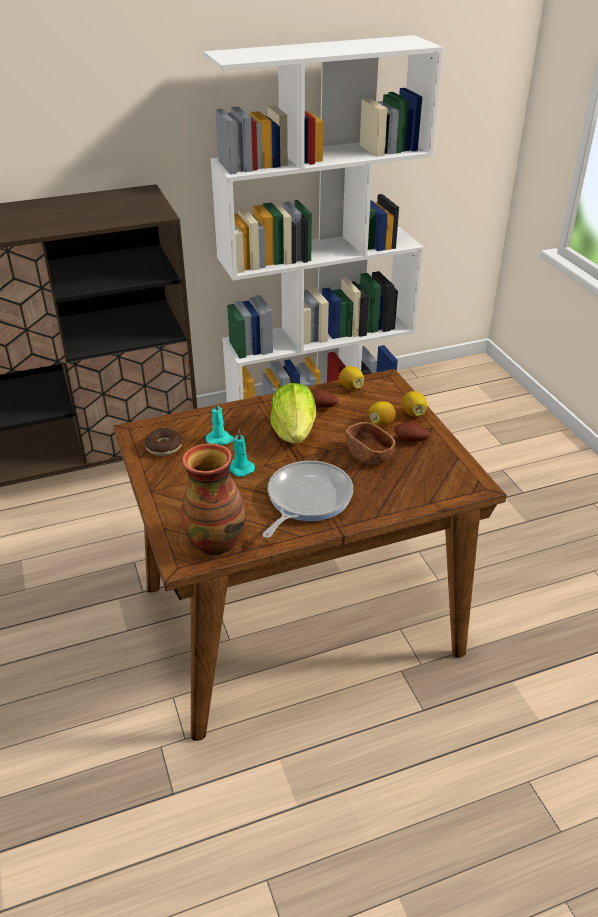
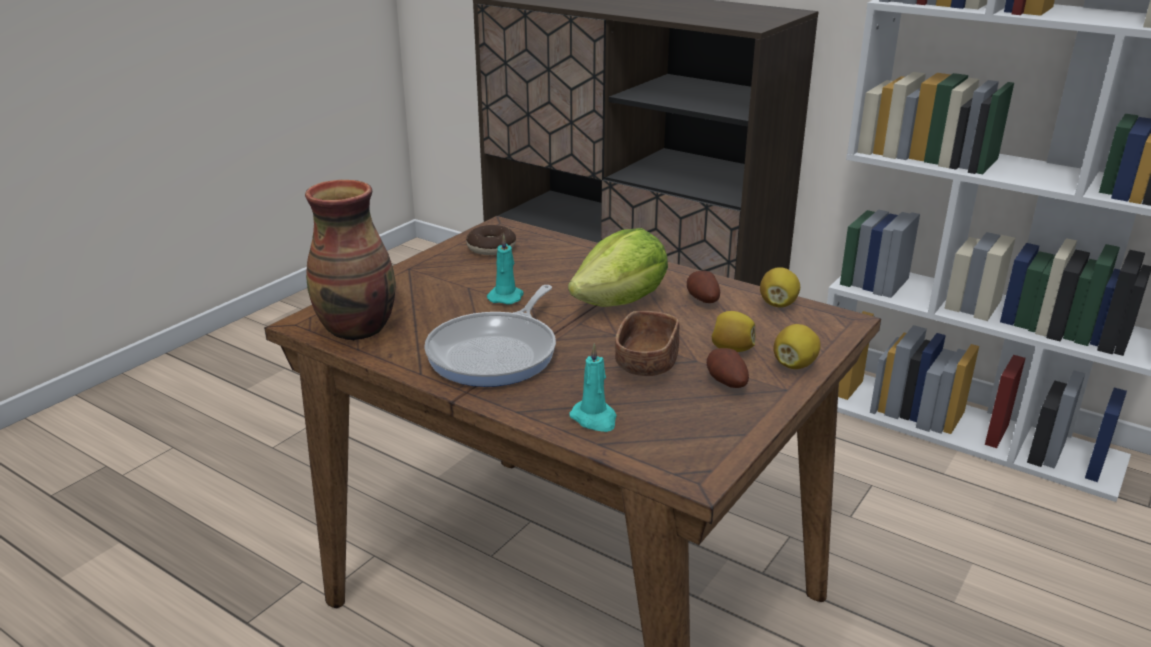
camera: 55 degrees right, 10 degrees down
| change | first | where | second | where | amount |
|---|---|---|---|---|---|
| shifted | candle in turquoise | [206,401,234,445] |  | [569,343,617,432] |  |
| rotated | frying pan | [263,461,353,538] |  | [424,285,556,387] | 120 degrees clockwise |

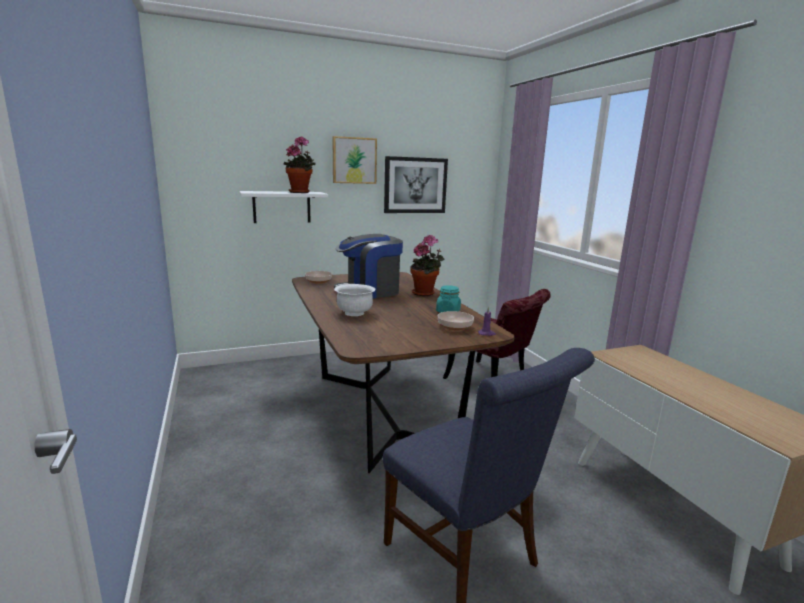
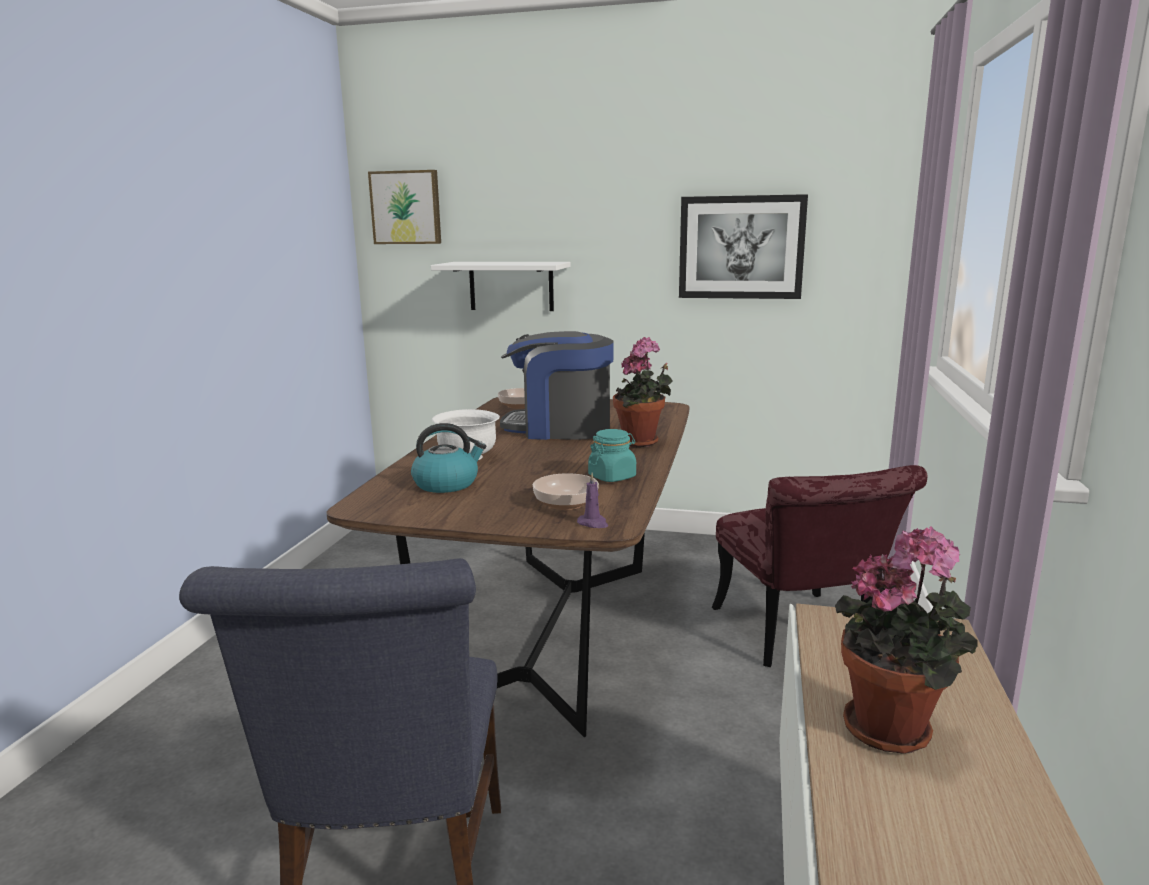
camera: 35 degrees right, 0 degrees up
| change | first | where | second | where | amount |
|---|---|---|---|---|---|
| new |  |  | kettle | [411,423,486,493] |  |
| shifted | potted plant | [283,136,316,193] |  | [835,526,978,754] |  |
| shifted | picture | [332,136,377,184] |  | [368,170,441,244] |  |

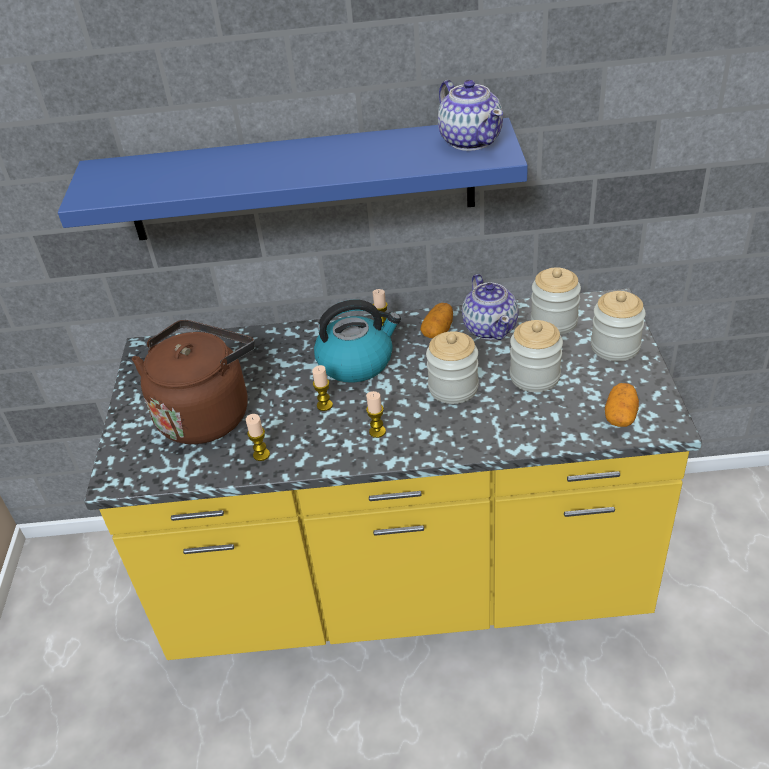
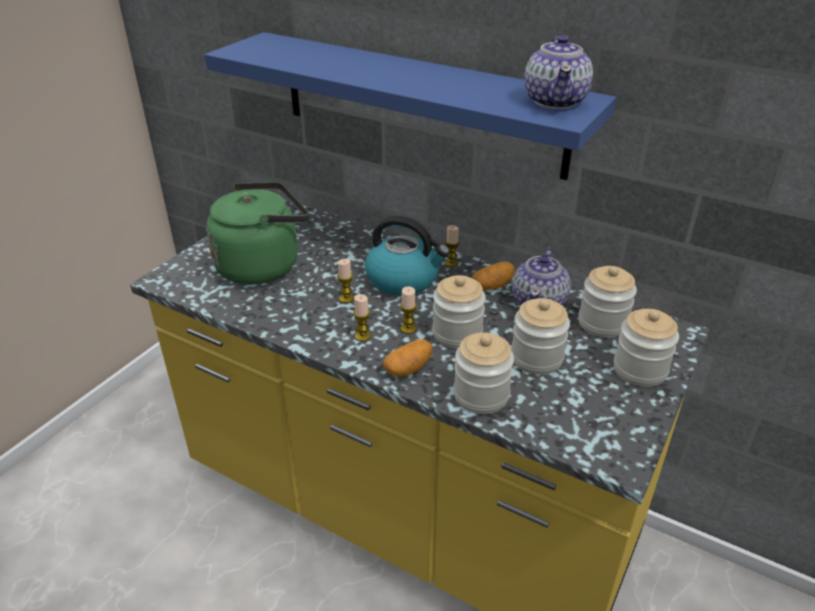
camera: 30 degrees right, 5 degrees down
| change | first | where | second | where | amount |
|---|---|---|---|---|---|
| new |  |  | jar | [454,332,514,414] |  |
| shifted | candle | [246,414,270,461] |  | [400,286,417,334] |  |
| shifted | potato | [605,383,639,427] |  | [383,339,433,377] |  |
| repainted | kettle in brown | [132,320,255,444] | kettle in green | [206,182,309,285] |  |

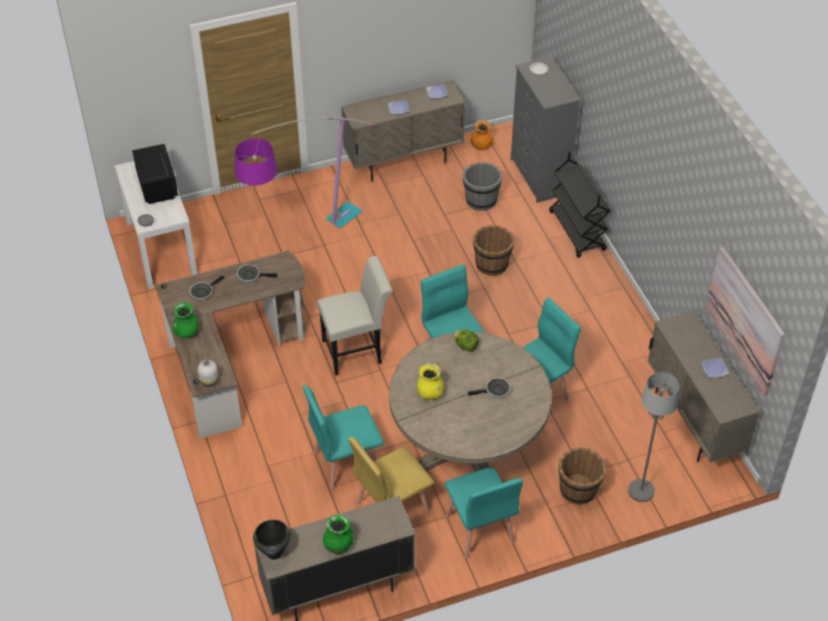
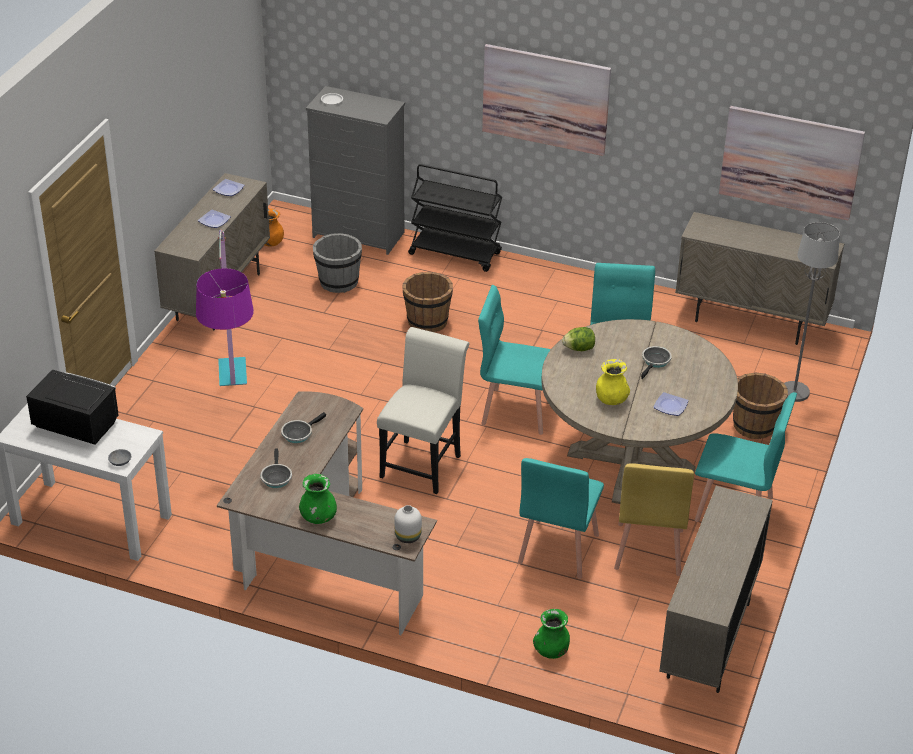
camera: 50 degrees left, 10 degrees down
| change | first | where | second | where | amount |
|---|---|---|---|---|---|
| gone | cooking pot in black | [253,520,290,560] |  |  |  |
| new |  |  | picture | [482,44,611,156] |  |
| shifted | vase in green | [323,514,354,554] |  | [533,609,570,659] |  |
| shifted | plate | [701,357,729,378] |  | [653,392,688,416] |  |

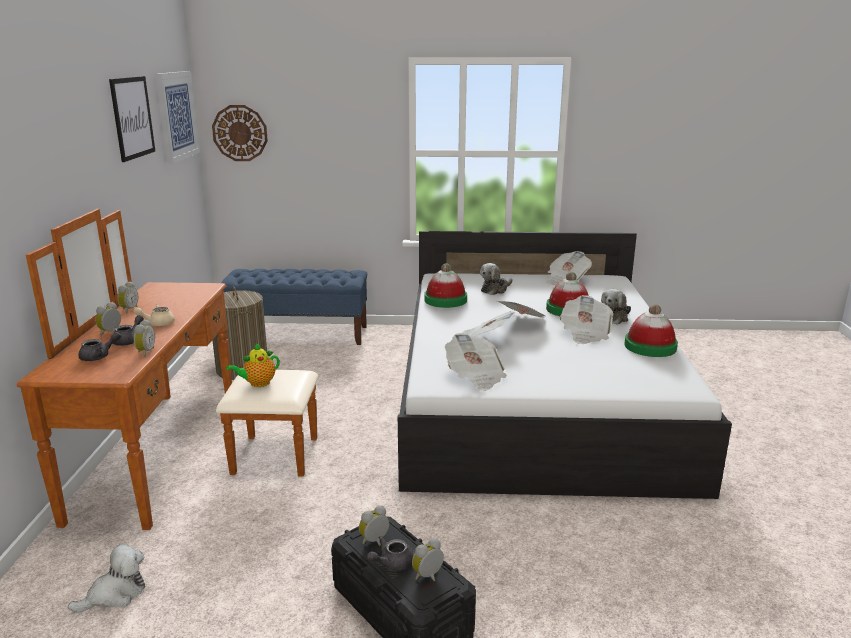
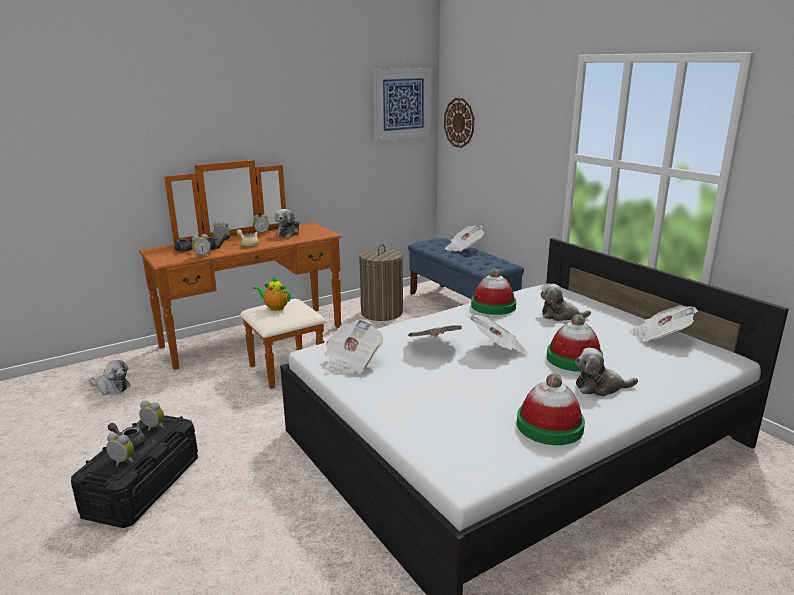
camera: 55 degrees right, 0 degrees up
| change | first | where | second | where | amount |
|---|---|---|---|---|---|
| gone | picture | [109,76,155,162] |  |  |  |
| new |  |  | plush toy | [275,209,299,237] |  |
| shifted | newspaper | [560,295,614,344] |  | [445,225,484,252] |  |

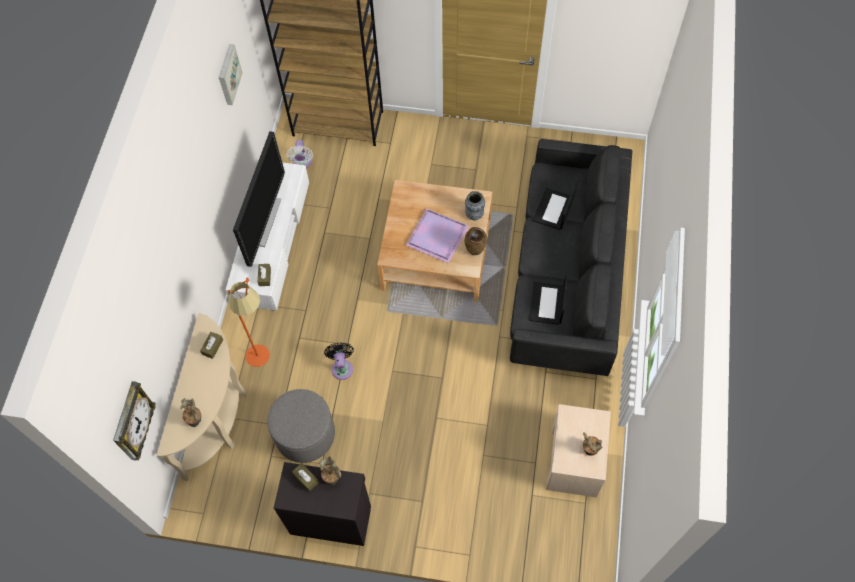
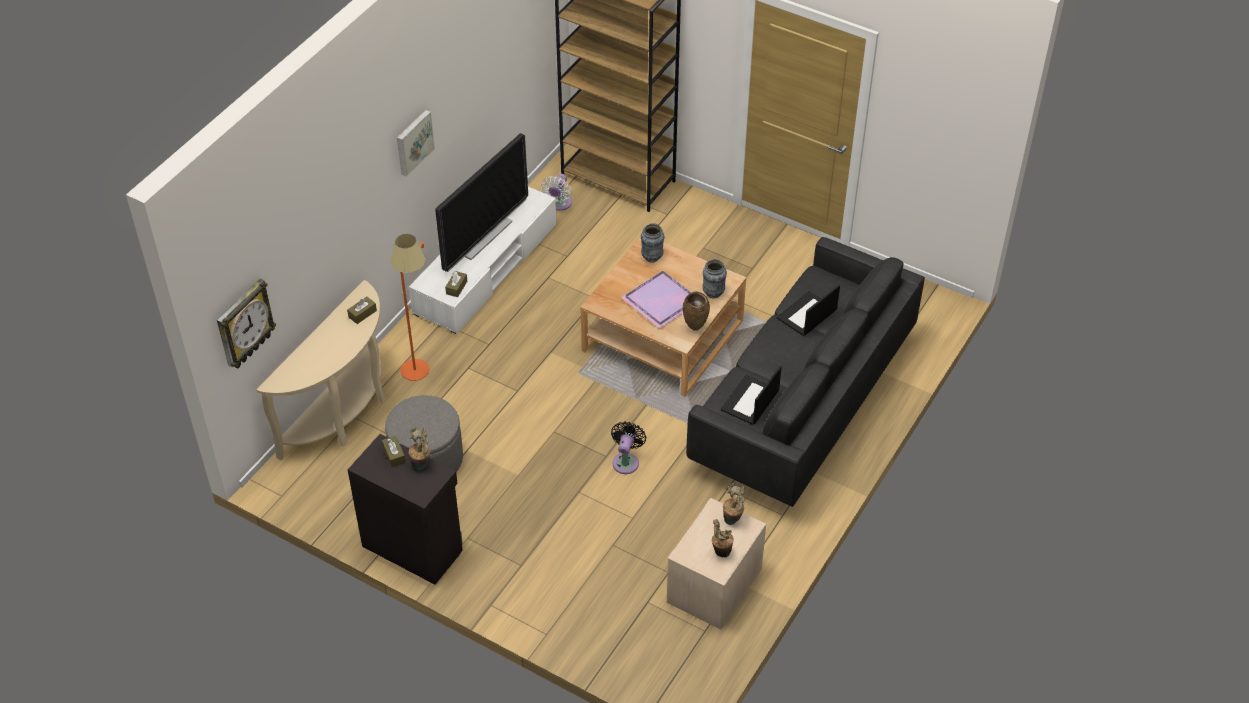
camera: 20 degrees right, 15 degrees down
| change | first | where | second | where | amount |
|---|---|---|---|---|---|
| new |  |  | vase | [641,223,665,263] |  |
| shifted | potted plant | [180,398,201,427] |  | [723,483,745,525] |  |
| shifted | picture | [219,44,243,105] |  | [397,110,435,177] |  |
| shifted | fan in black | [324,342,354,380] |  | [611,421,646,474] |  |

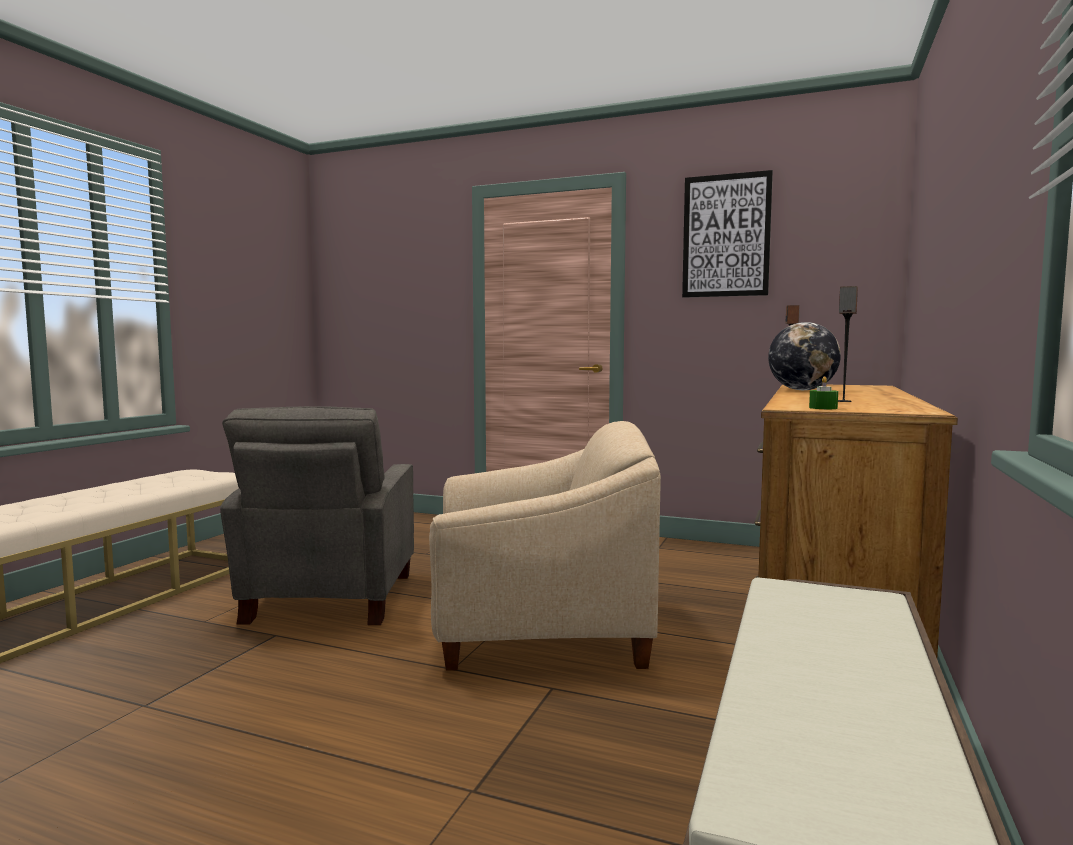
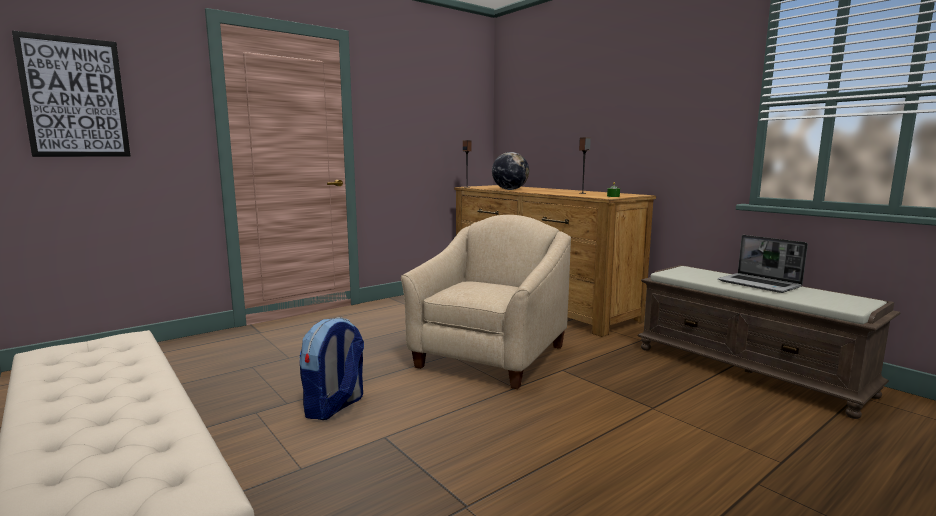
camera: 60 degrees left, 5 degrees up
| change | first | where | second | where | amount |
|---|---|---|---|---|---|
| new |  |  | laptop | [718,235,808,293] |  |
| shifted | picture | [682,170,773,298] |  | [12,30,131,157] |  |
| swapped | armchair in grey | [220,406,414,625] | backpack | [299,317,364,420] |  |

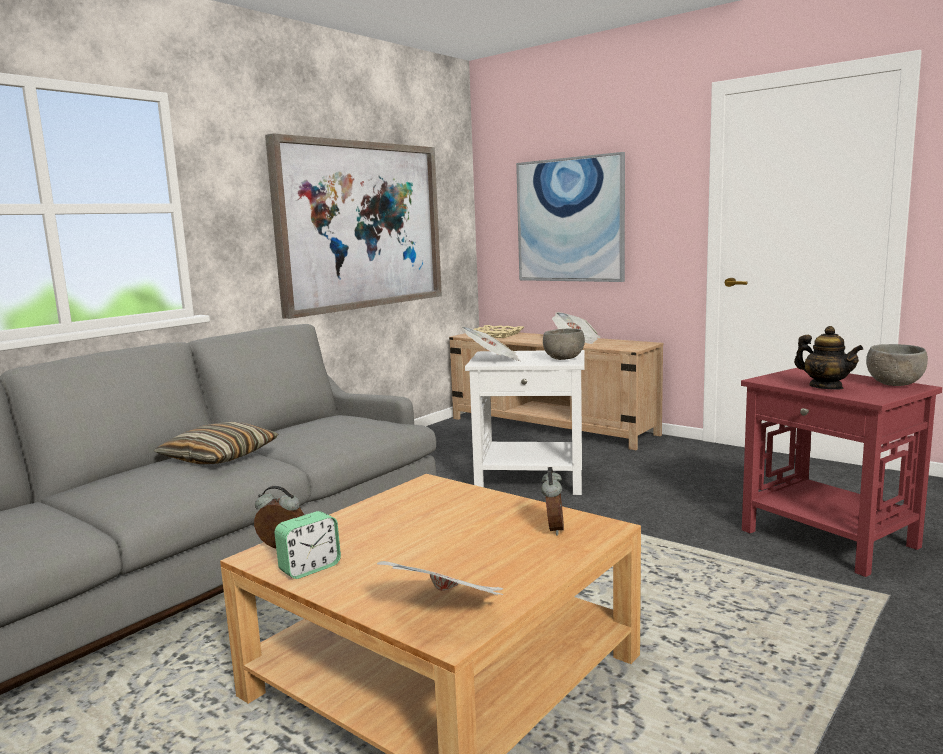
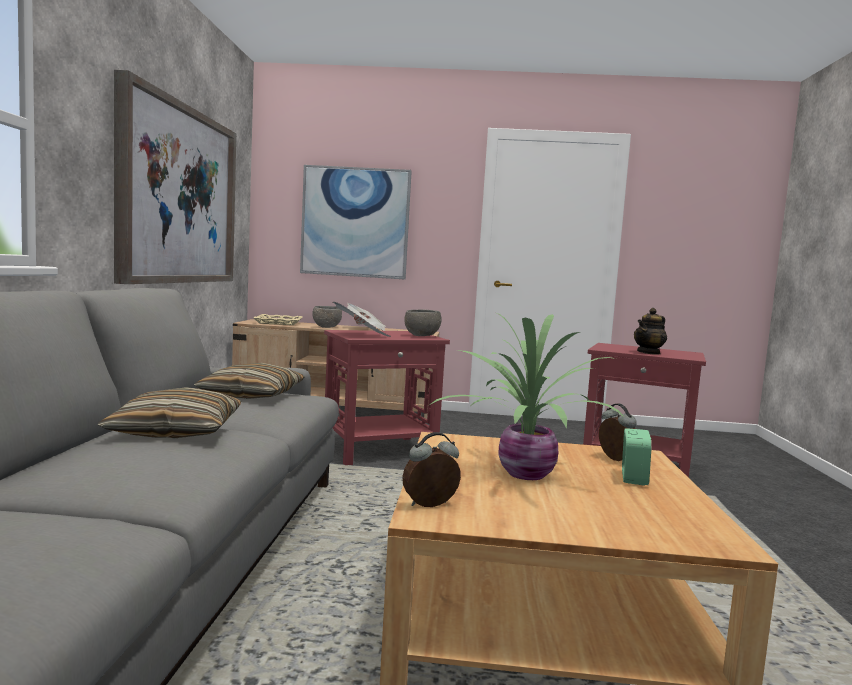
camera: 35 degrees left, 5 degrees down
| change | first | where | second | where | amount |
|---|---|---|---|---|---|
| gone | newspaper | [377,561,503,595] |  |  |  |
| new |  |  | pillow | [194,363,305,399] |  |
| new |  |  | potted plant | [431,313,626,480] |  |
| shifted | alarm clock | [274,511,341,579] |  | [622,428,652,486] |  |
| shifted | bowl in grey | [866,344,928,386] |  | [312,306,342,328] |  |
| repainted | side table in white | [465,350,585,495] | side table in red | [324,330,450,465] |  |
| rotated | teapot | [794,326,863,390] |  | [634,308,667,355] | 120 degrees clockwise |

